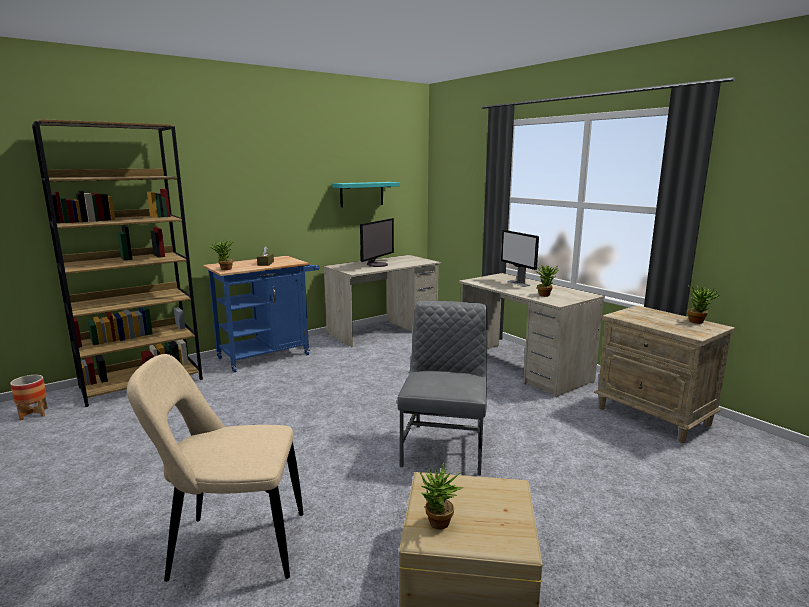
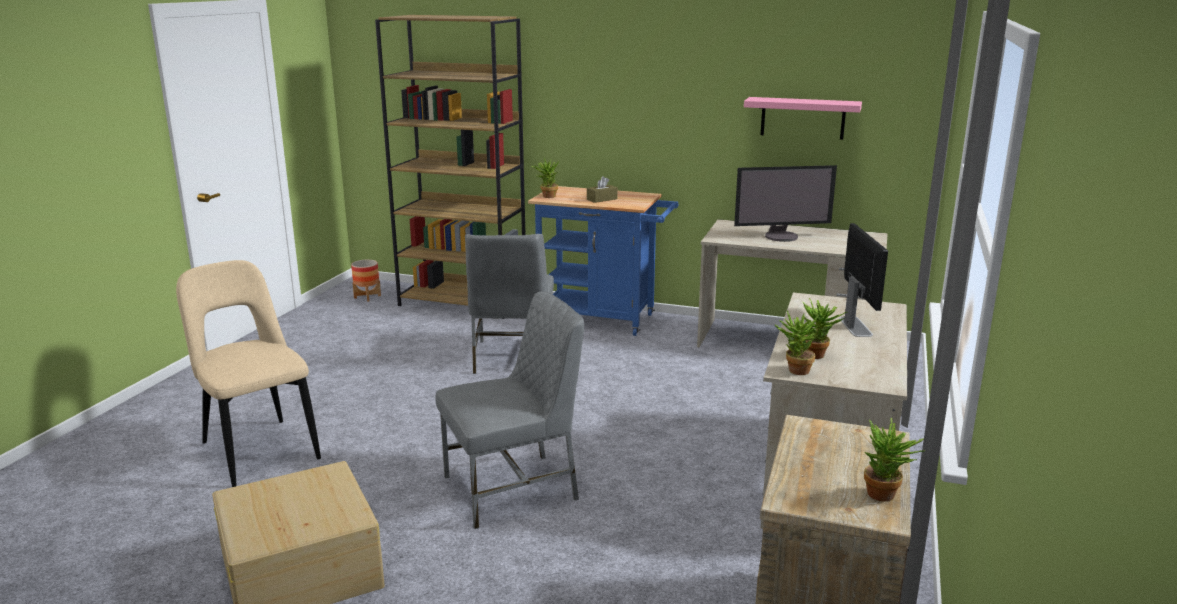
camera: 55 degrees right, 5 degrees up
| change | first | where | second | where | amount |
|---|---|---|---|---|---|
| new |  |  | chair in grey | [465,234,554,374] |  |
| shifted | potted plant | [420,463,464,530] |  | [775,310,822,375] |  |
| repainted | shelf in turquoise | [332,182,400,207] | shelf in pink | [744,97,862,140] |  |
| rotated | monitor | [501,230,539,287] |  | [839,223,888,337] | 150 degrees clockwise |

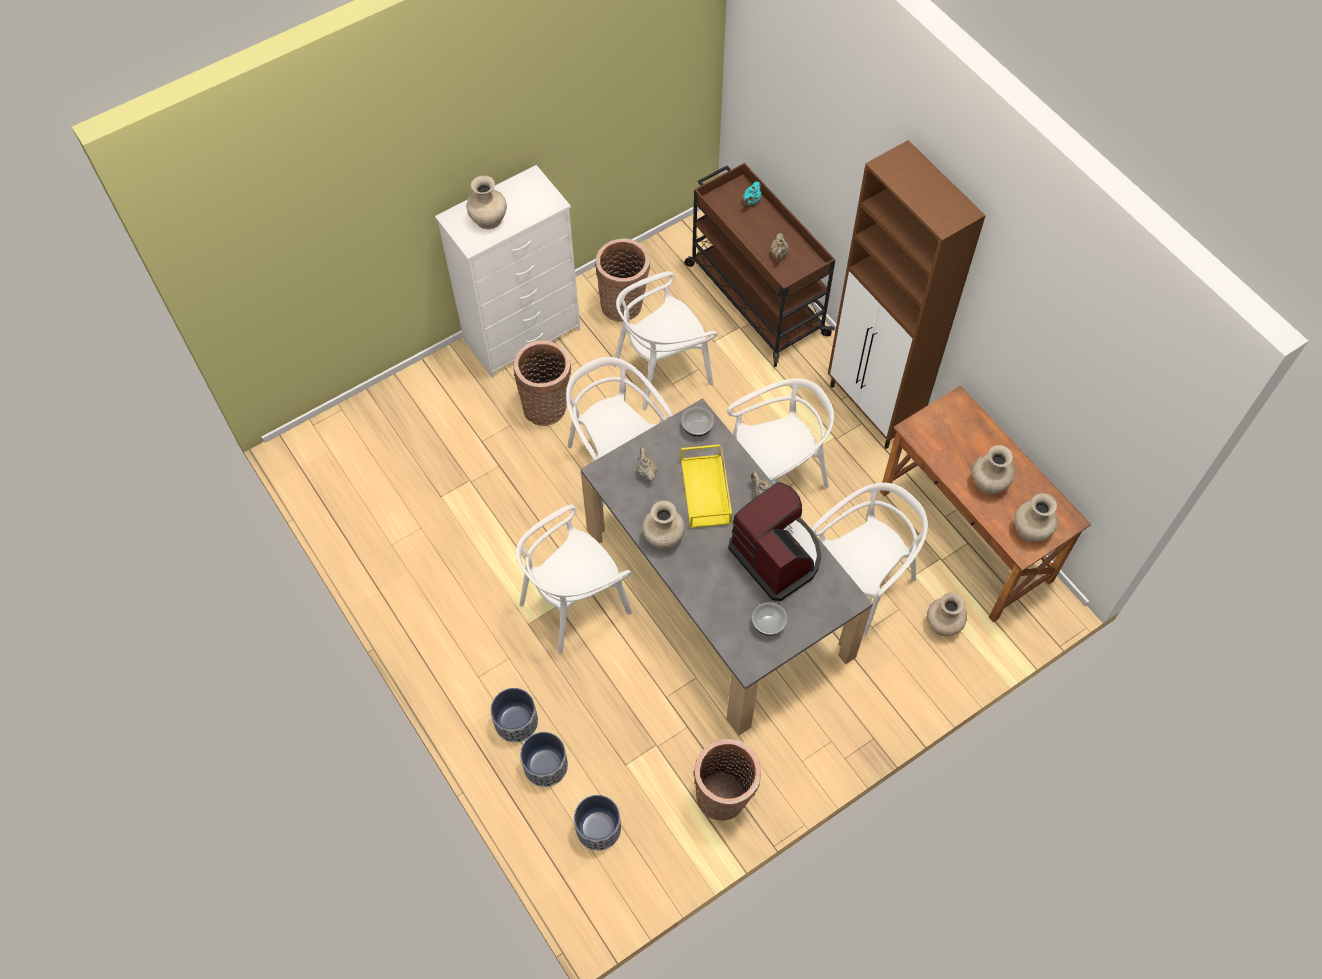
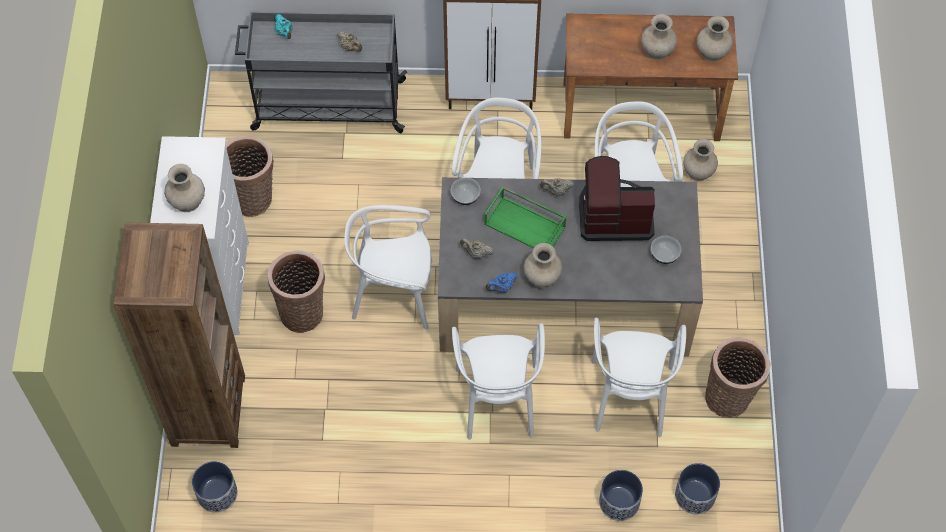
camera: 55 degrees left, 0 degrees up
| change | first | where | second | where | amount |
|---|---|---|---|---|---|
| new |  |  | bookcase in brown | [113,223,245,448] |  |
| new |  |  | teapot in blue | [486,272,518,293] |  |
| shifted | planter | [490,688,538,743] |  | [192,461,238,513] |  |
| shifted | chair in white | [613,271,718,410] |  | [591,318,686,437] |  |
| repainted | tray in yellow | [681,444,732,528] | tray in green | [484,186,567,248] |  |
| repainted | cart in brown | [684,163,835,367] | cart in grey | [235,11,408,133] |  |

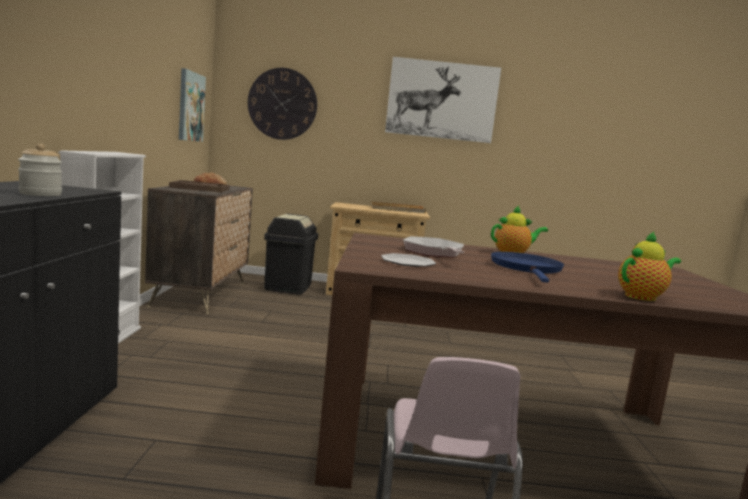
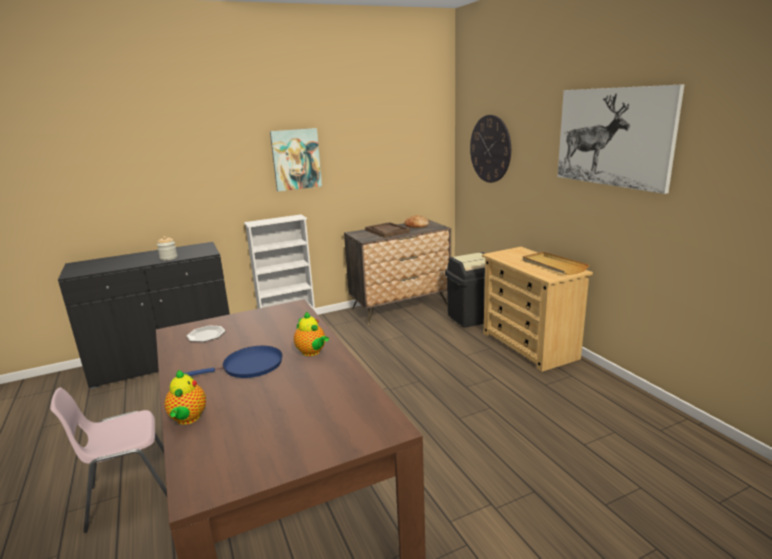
camera: 65 degrees right, 10 degrees up
| change | first | where | second | where | amount |
|---|---|---|---|---|---|
| gone | frying pan | [403,236,464,257] |  |  |  |
| shifted | picture | [179,68,206,142] |  | [270,128,322,191] |  |
| rotated | teapot | [618,231,681,301] |  | [164,370,206,425] | 45 degrees clockwise |

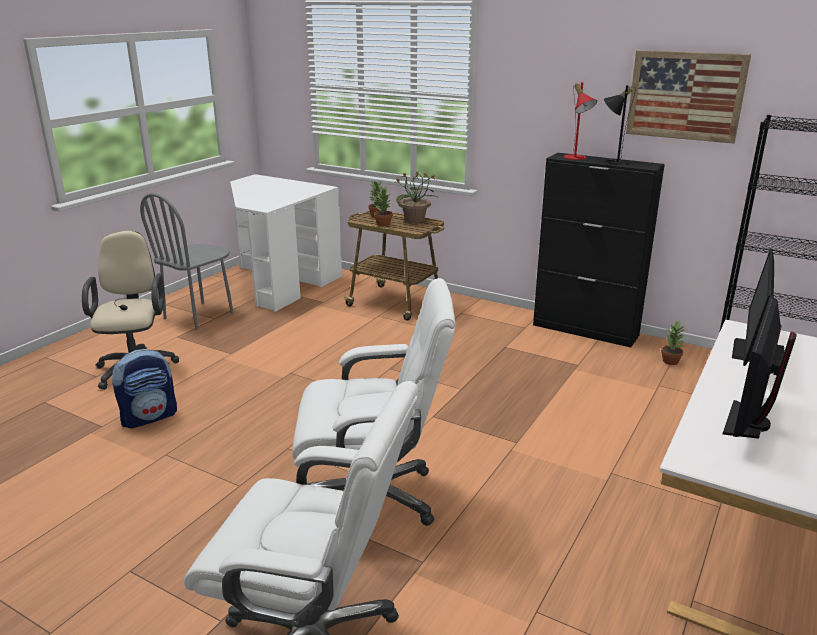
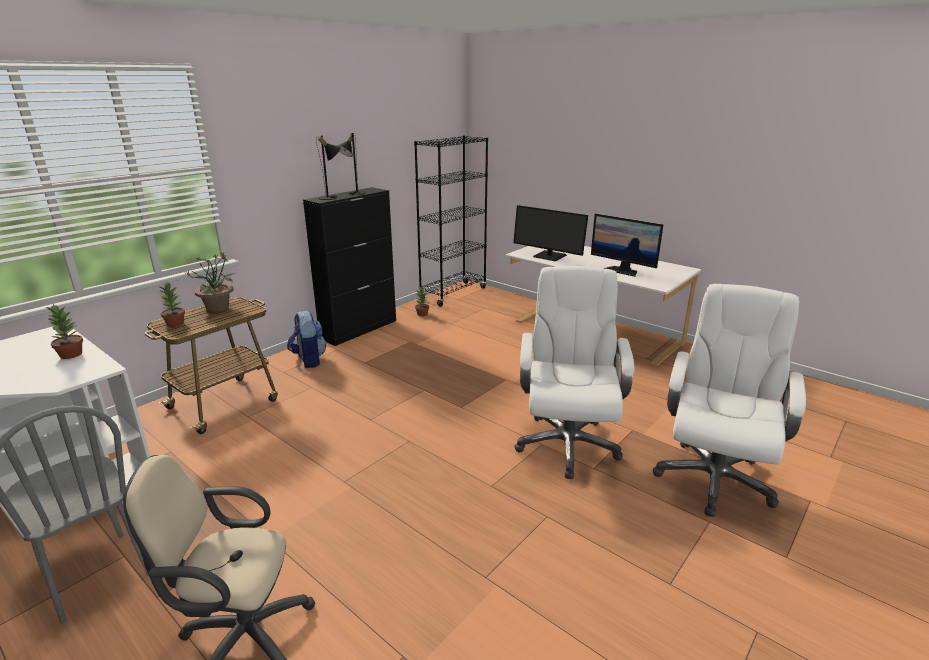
camera: 80 degrees left, 0 degrees up
| change | first | where | second | where | amount |
|---|---|---|---|---|---|
| gone | picture | [626,50,751,144] |  |  |  |
| shifted | backpack | [112,349,177,428] |  | [287,311,326,368] |  |
| shifted | potted plant | [374,185,393,226] |  | [46,304,83,359] |  |
| repainted | table lamp in red | [564,82,597,160] | table lamp in black | [316,135,341,200] |  |

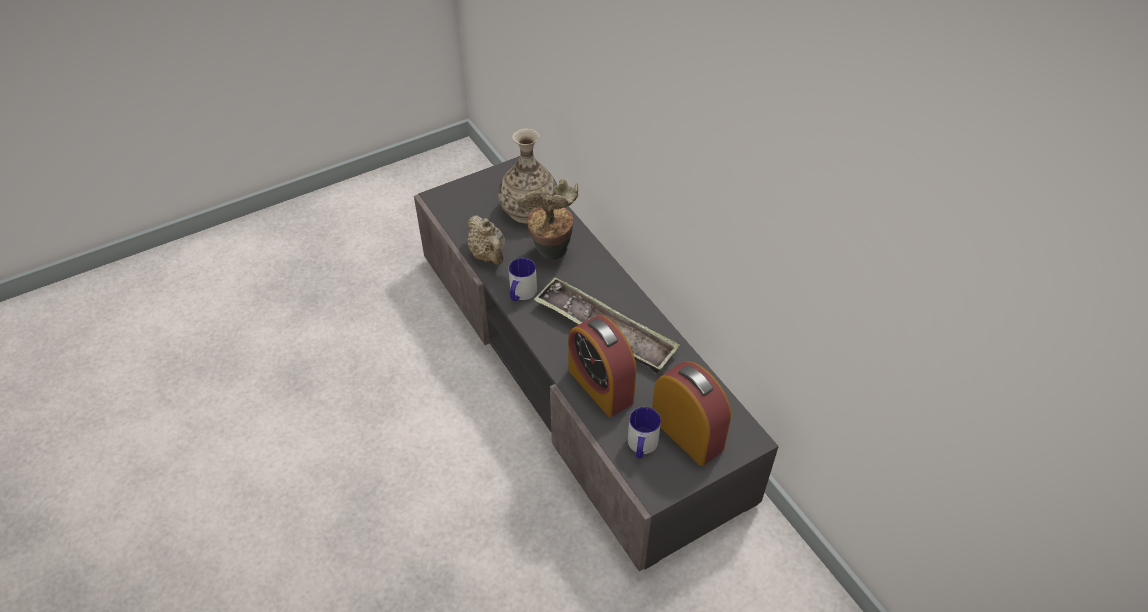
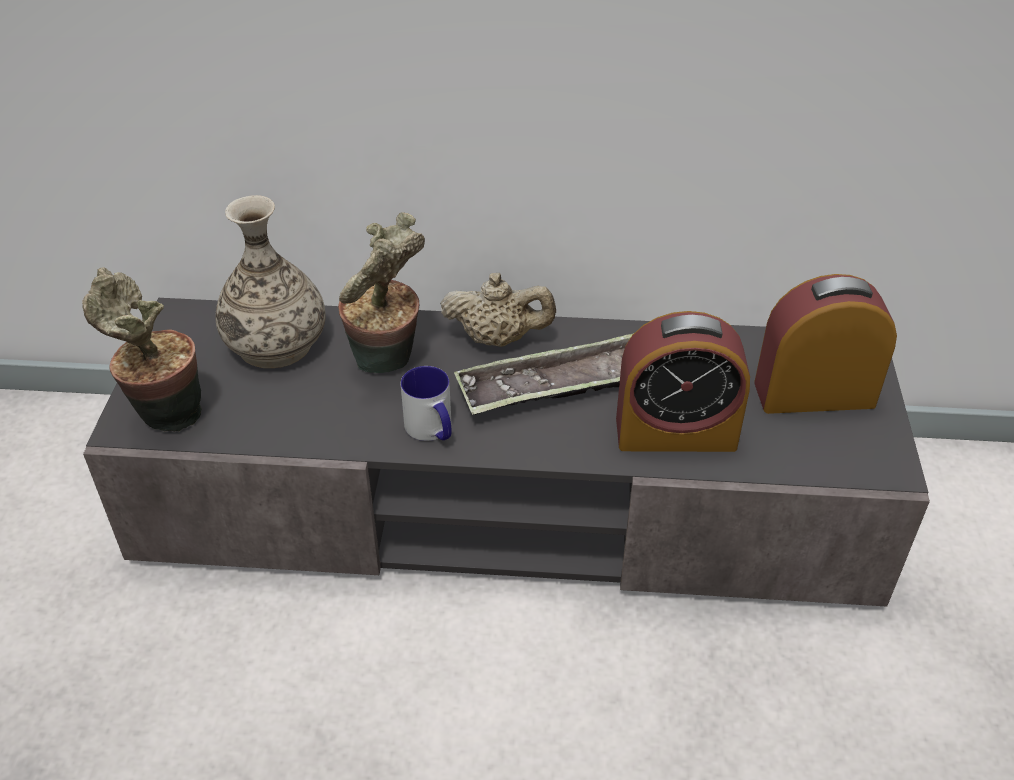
camera: 55 degrees left, 5 degrees down
| change | first | where | second | where | amount |
|---|---|---|---|---|---|
| gone | mug | [628,407,661,458] |  |  |  |
| new |  |  | potted plant | [82,267,202,432] |  |
| shifted | teapot in beige | [467,215,505,265] |  | [440,273,556,347] |  |

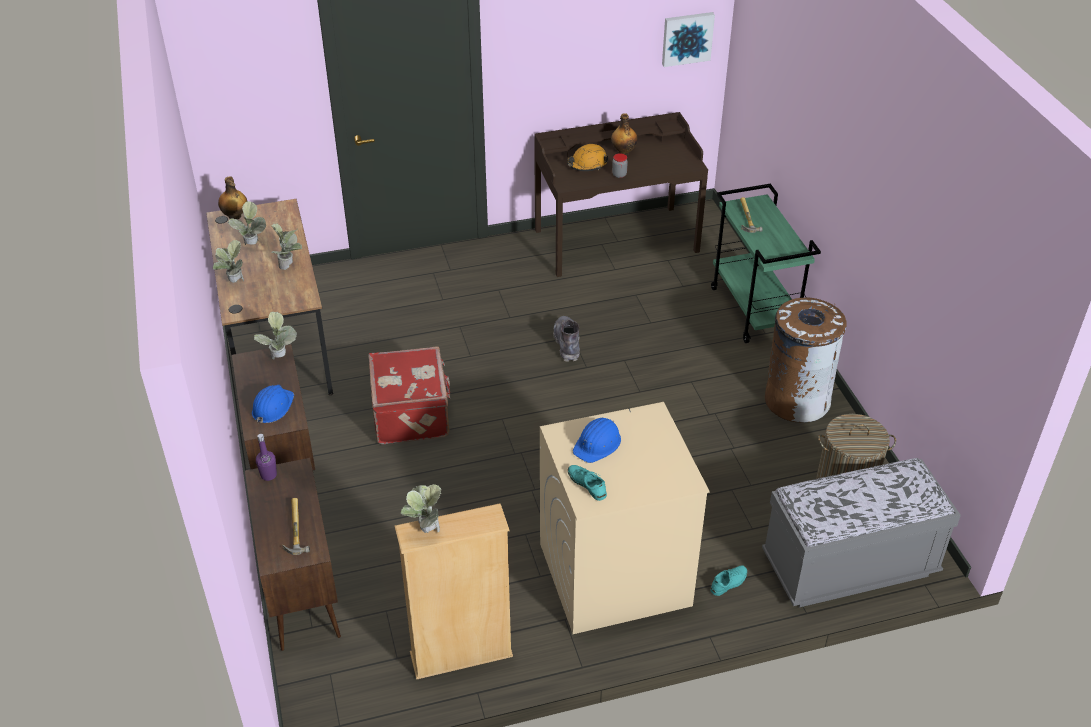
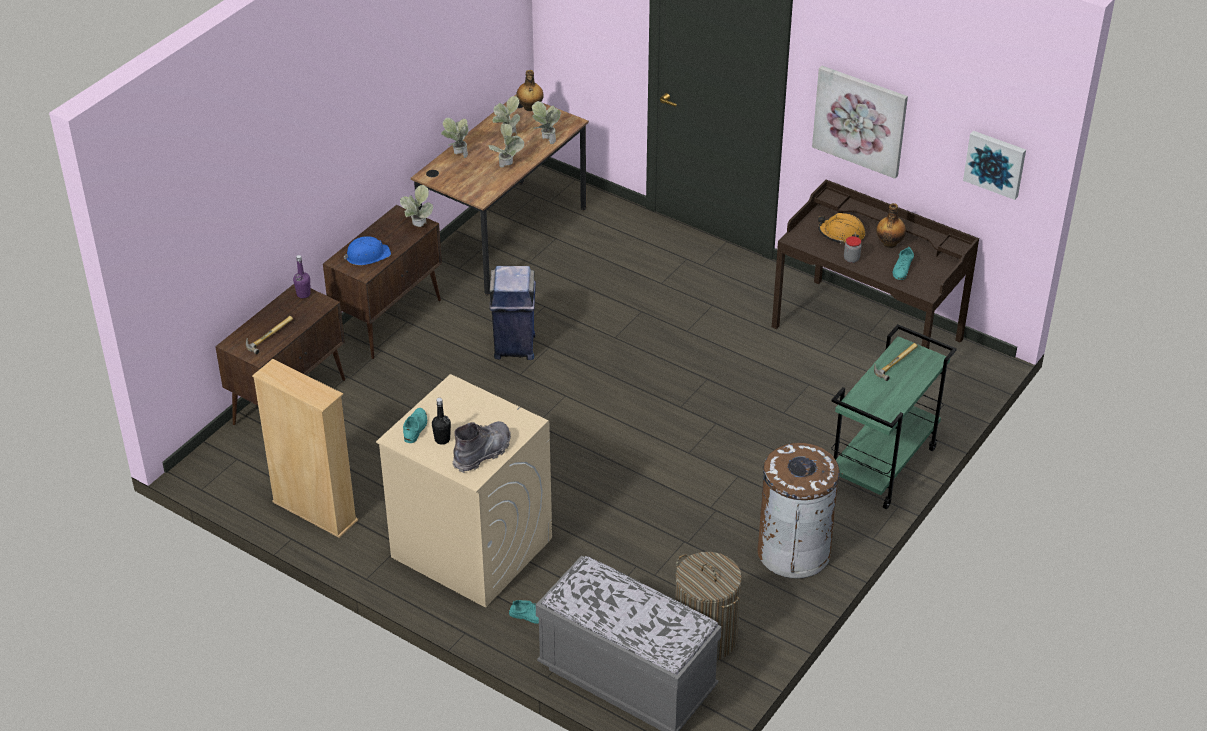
camera: 50 degrees right, 0 degrees up
| change | first | where | second | where | amount |
|---|---|---|---|---|---|
| gone | hard hat in blue | [573,418,621,463] |  |  |  |
| new |  |  | bottle in black | [432,398,451,445] |  |
| new |  |  | picture | [812,66,908,179] |  |
| new |  |  | shoe in turquoise | [893,247,914,280] |  |
| shifted | potted plant | [401,484,441,533] |  | [532,101,561,144] |  |
| shifted | boot in grey | [553,316,580,362] |  | [453,421,511,473] |  |
| swapped | suitcase in red | [368,346,451,444] | trash can in blue | [489,266,536,360] |  |

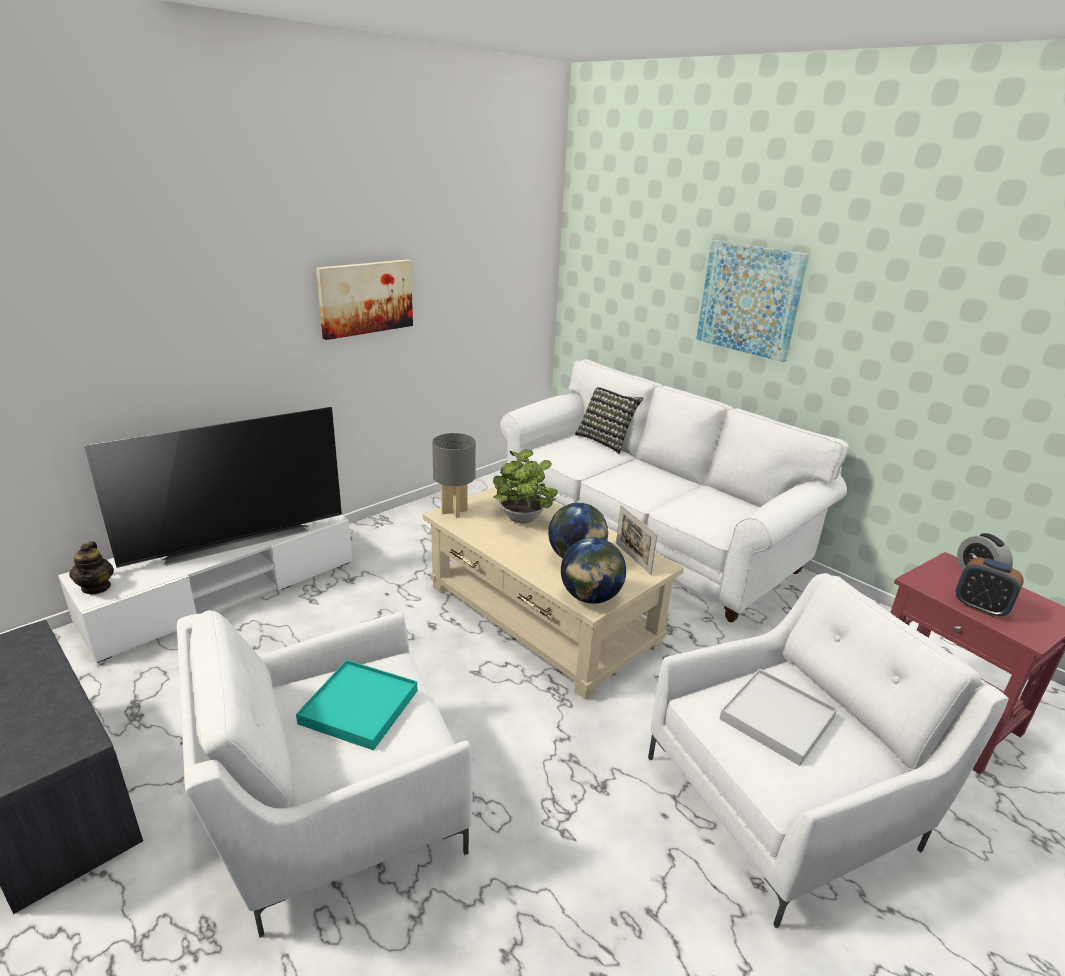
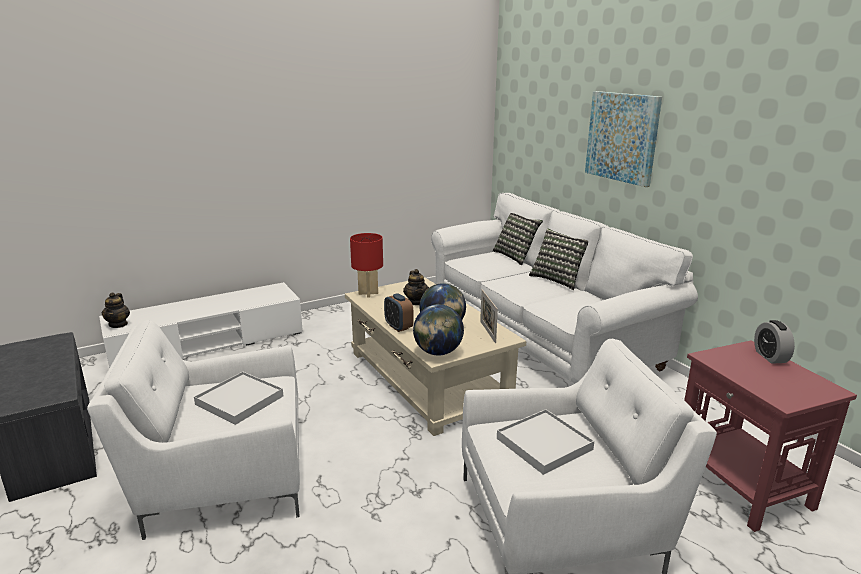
camera: 15 degrees right, 5 degrees down
| change | first | where | second | where | amount |
|---|---|---|---|---|---|
| gone | television | [84,407,342,568] |  |  |  |
| gone | picture | [316,259,413,340] |  |  |  |
| new |  |  | pillow | [529,228,588,290] |  |
| shifted | alarm clock | [956,557,1024,617] |  | [384,293,414,332] |  |
| swapped | potted plant | [493,449,558,523] | teapot | [403,269,429,305] |  |
| repainted | tray in turquoise | [296,660,418,750] | tray in white | [194,372,283,425] |  |
| repainted | table lamp in grey | [432,433,476,518] | table lamp in red | [350,233,383,298] |  |

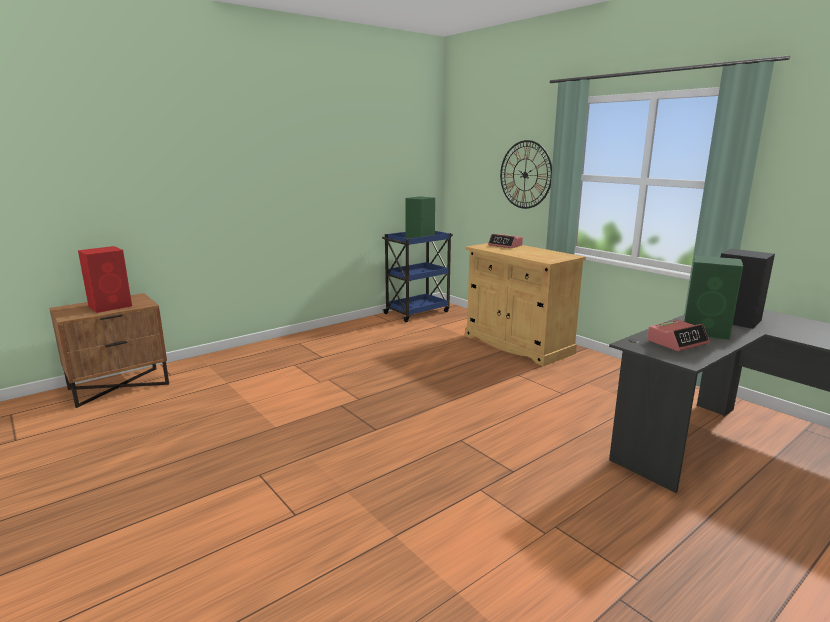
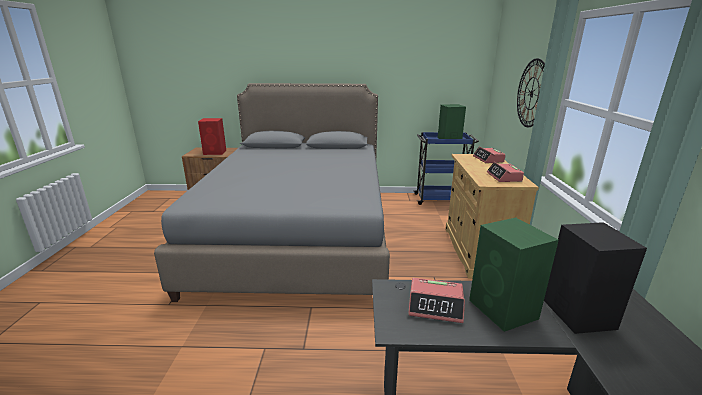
camera: 40 degrees right, 5 degrees up
| change | first | where | second | where | amount |
|---|---|---|---|---|---|
| new |  |  | bed in grey | [154,83,390,302] |  |
| new |  |  | alarm clock | [487,162,524,182] |  |

